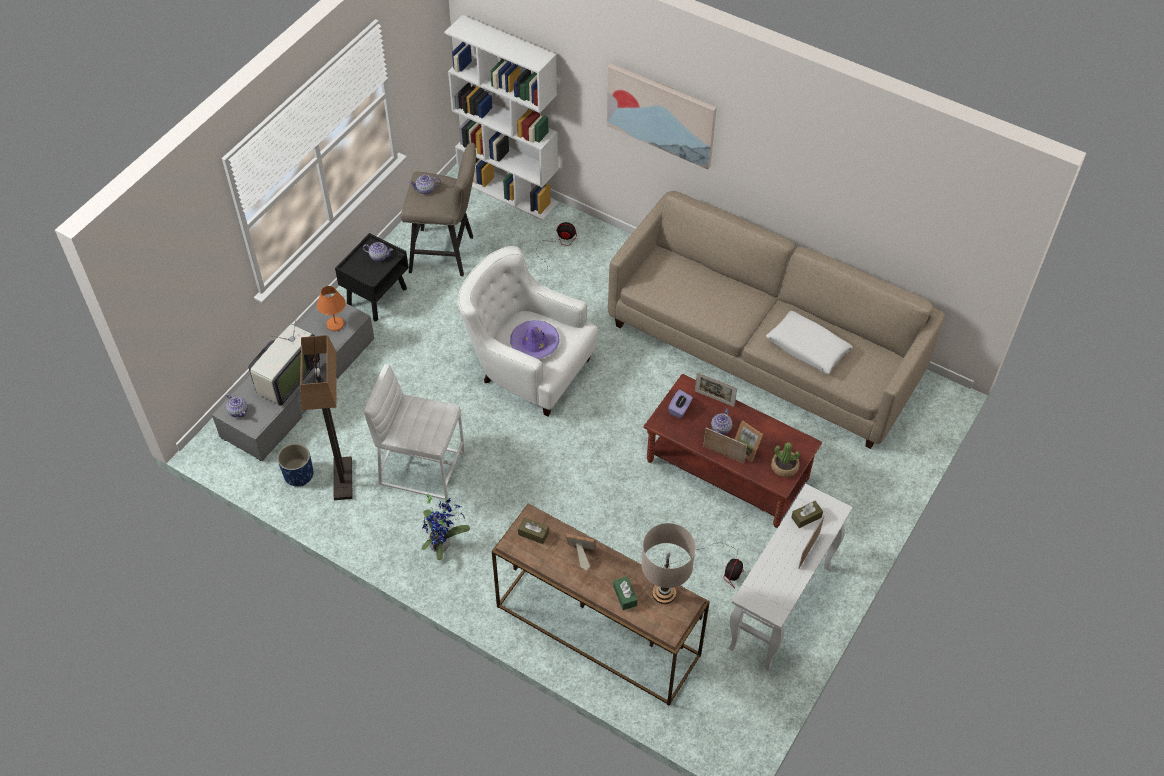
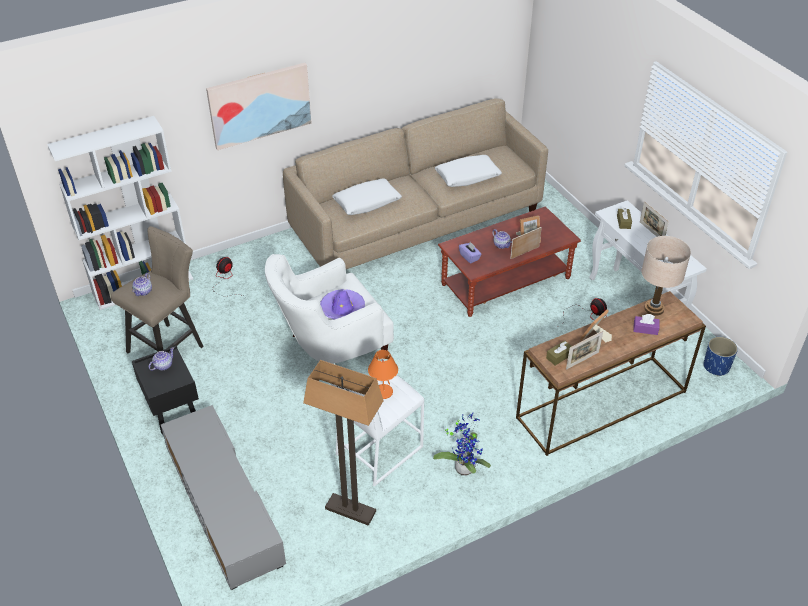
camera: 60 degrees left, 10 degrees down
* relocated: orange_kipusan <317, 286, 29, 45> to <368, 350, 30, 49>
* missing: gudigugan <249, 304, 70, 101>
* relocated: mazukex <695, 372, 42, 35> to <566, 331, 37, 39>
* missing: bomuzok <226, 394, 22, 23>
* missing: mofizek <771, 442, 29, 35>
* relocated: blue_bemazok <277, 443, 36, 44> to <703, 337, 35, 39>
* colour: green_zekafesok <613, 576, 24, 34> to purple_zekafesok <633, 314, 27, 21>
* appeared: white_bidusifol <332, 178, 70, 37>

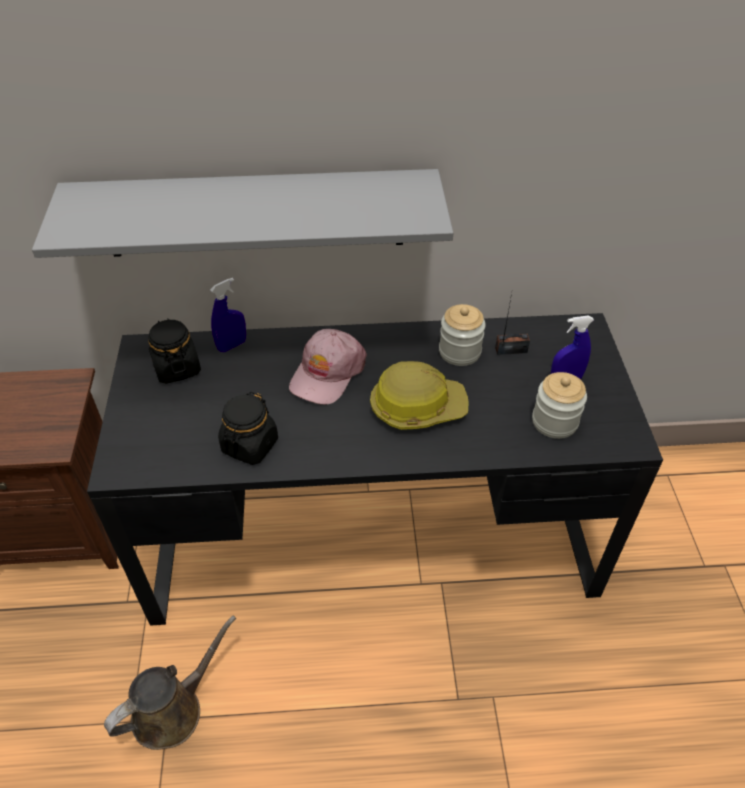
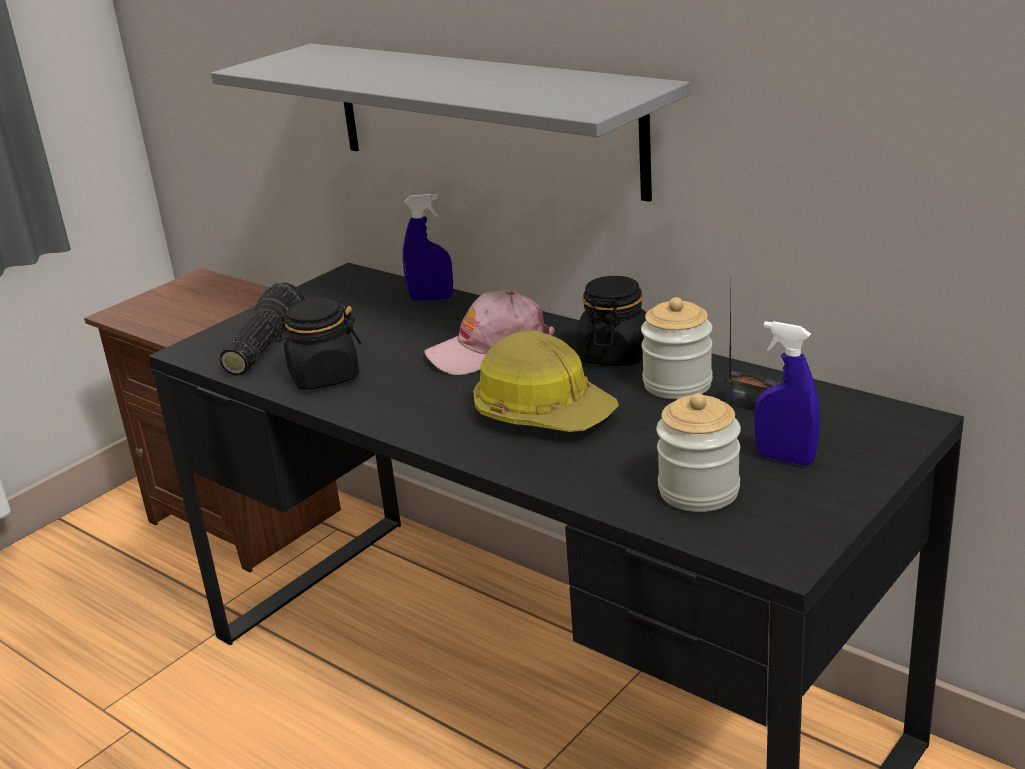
camera: 45 degrees right, 20 degrees down
* relocated: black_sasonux <149, 319, 52, 65> to <577, 276, 69, 90>
* missing: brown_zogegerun <104, 615, 132, 135>
* appeared: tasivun <219, 282, 86, 94>

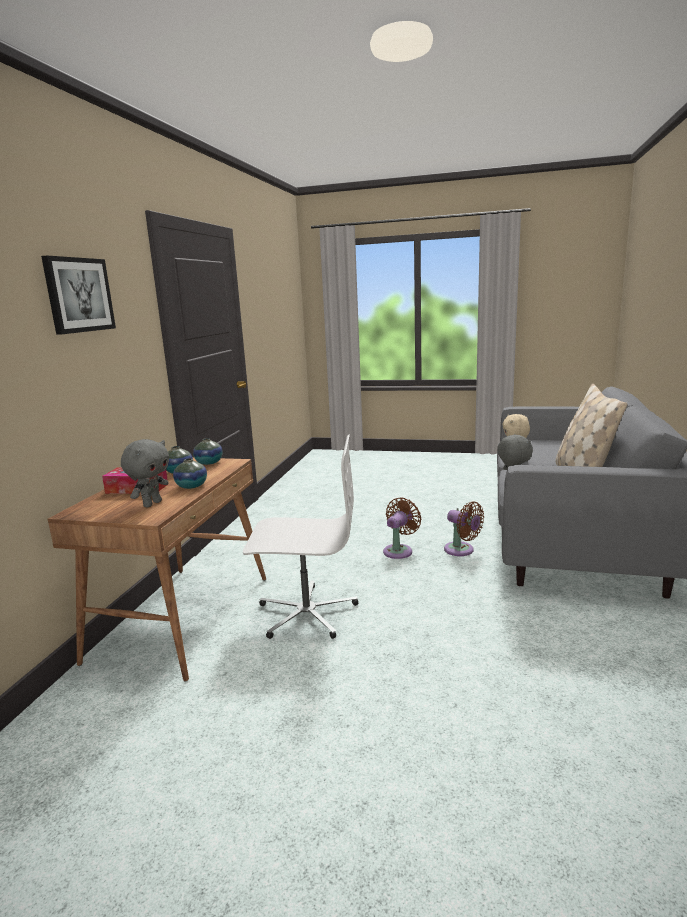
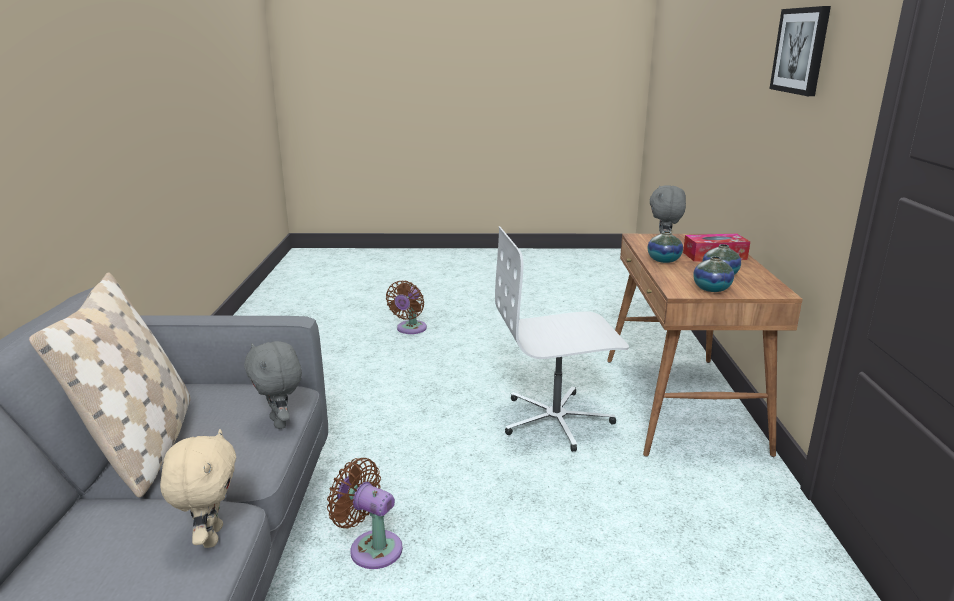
camera: 165 degrees right, 5 degrees up
* relocated: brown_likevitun <383, 497, 38, 62> to <386, 281, 41, 53>

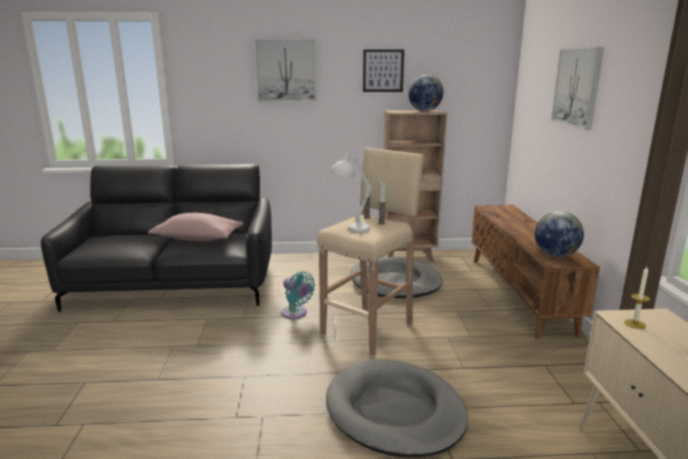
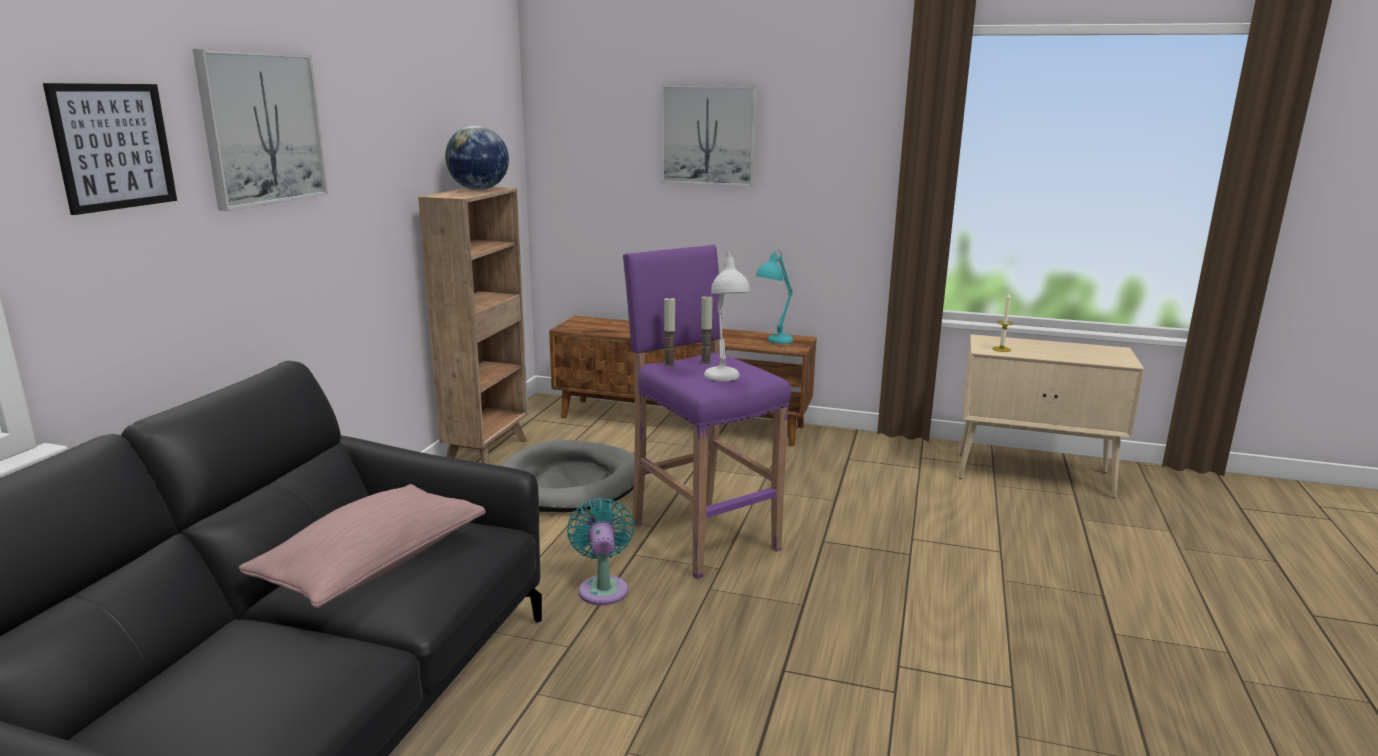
camera: 70 degrees left, 0 degrees up
* relocated: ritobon <363, 49, 41, 43> to <43, 83, 134, 132>
* colour: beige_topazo <317, 147, 107, 210> to purple_topazo <623, 244, 168, 335>
* exchanged: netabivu <535, 211, 49, 46> to turquoise_kipusan <756, 250, 37, 94>
* spun: turquoise_likevitun <281, 271, 34, 48> = <567, 498, 67, 107> 75 degrees counterclockwise
* missing: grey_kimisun <326, 359, 142, 98>

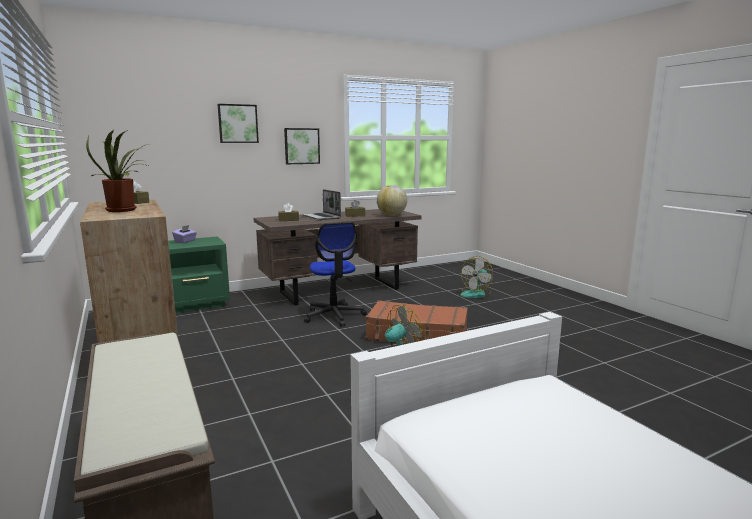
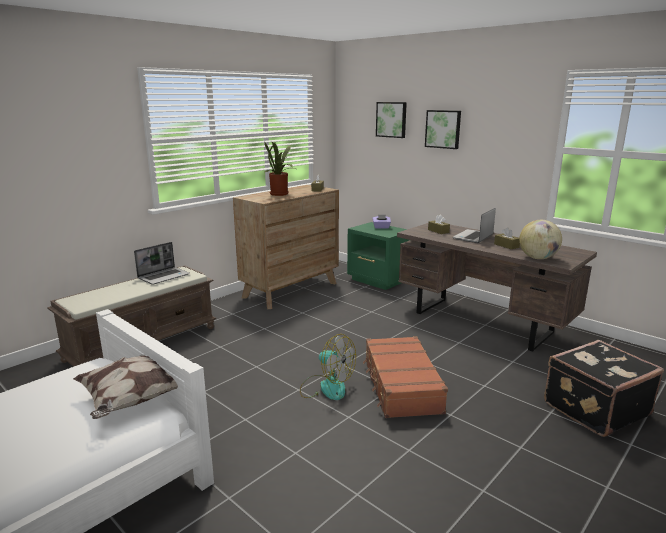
camera: 70 degrees right, 5 degrees up
* relocated: ritobon <284, 128, 36, 36> to <376, 102, 31, 36>
* missing: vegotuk <304, 222, 63, 104>
* exchanged: likevitun <460, 256, 33, 42> to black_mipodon <544, 340, 120, 97>
* appeared: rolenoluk <134, 242, 56, 43>
* appeared: bidusifol <73, 355, 105, 64>

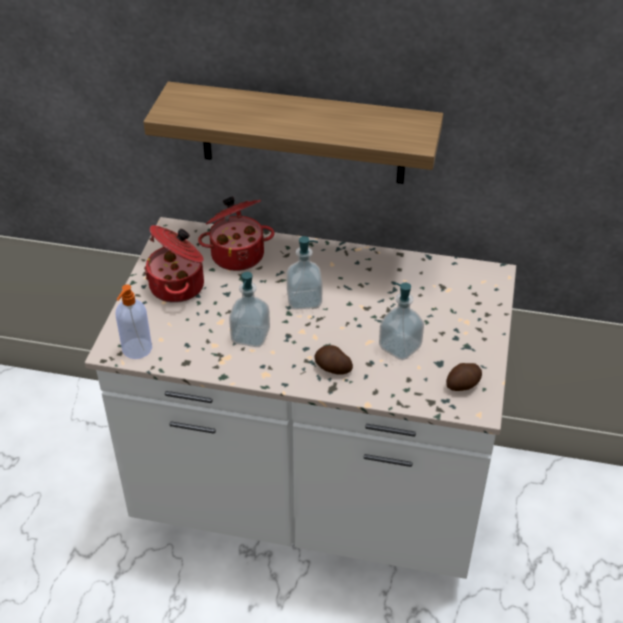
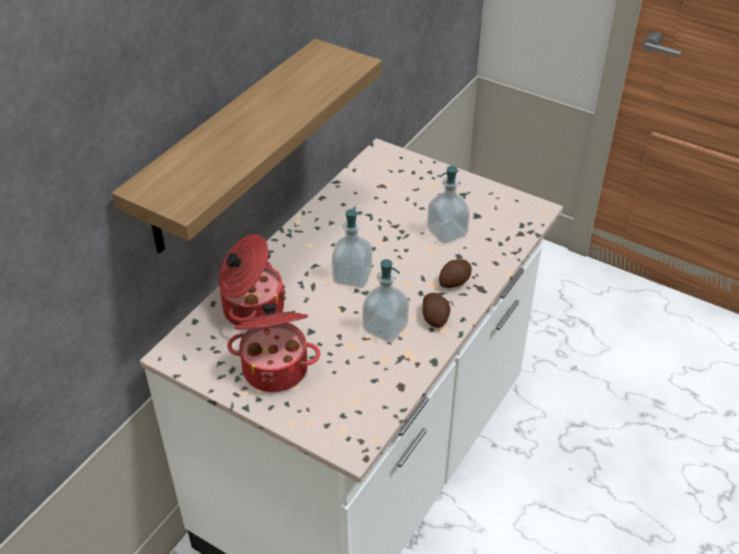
camera: 70 degrees left, 0 degrees up
* missing: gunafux <115, 284, 37, 75>
* relocated: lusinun <446, 363, 36, 28> to <422, 293, 29, 35>

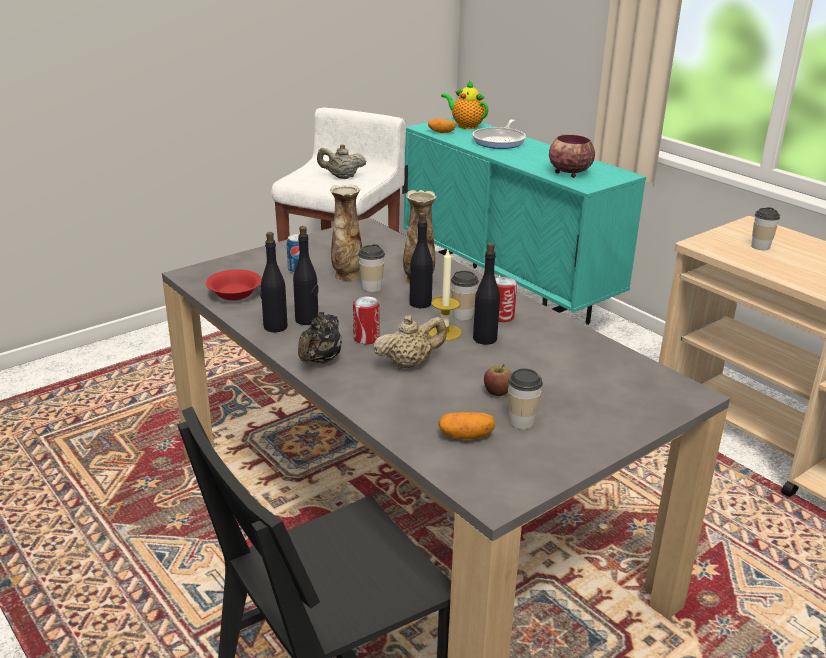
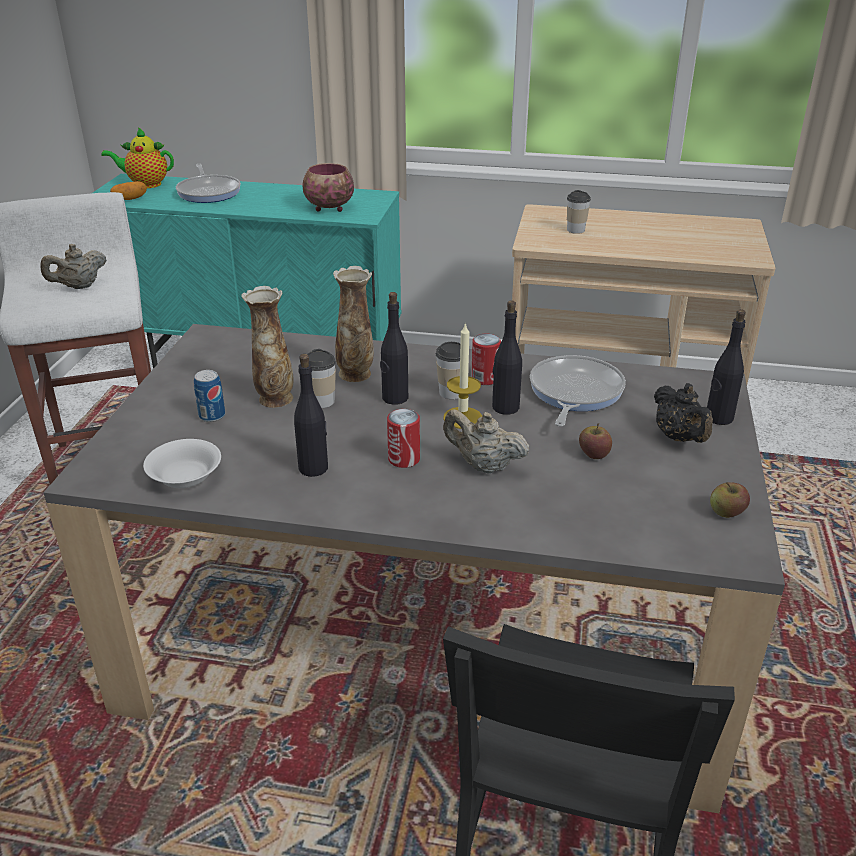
camera: 40 degrees left, 5 degrees up
* relocated: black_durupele <260, 232, 28, 100> to <707, 309, 39, 116>
* colour: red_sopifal <206, 269, 56, 32> to white_sopifal <143, 439, 78, 49>
* relocated: black_bomuzok <298, 312, 44, 52> to <654, 383, 59, 60>
* spun: beige_bomuzok <373, 315, 74, 54> = <443, 409, 86, 65> 90 degrees counterclockwise
* missing: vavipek <508, 369, 35, 60>
* missing: lusinun <438, 412, 58, 28>
* appeared: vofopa <530, 355, 96, 72>
* appeared: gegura <710, 482, 40, 36>

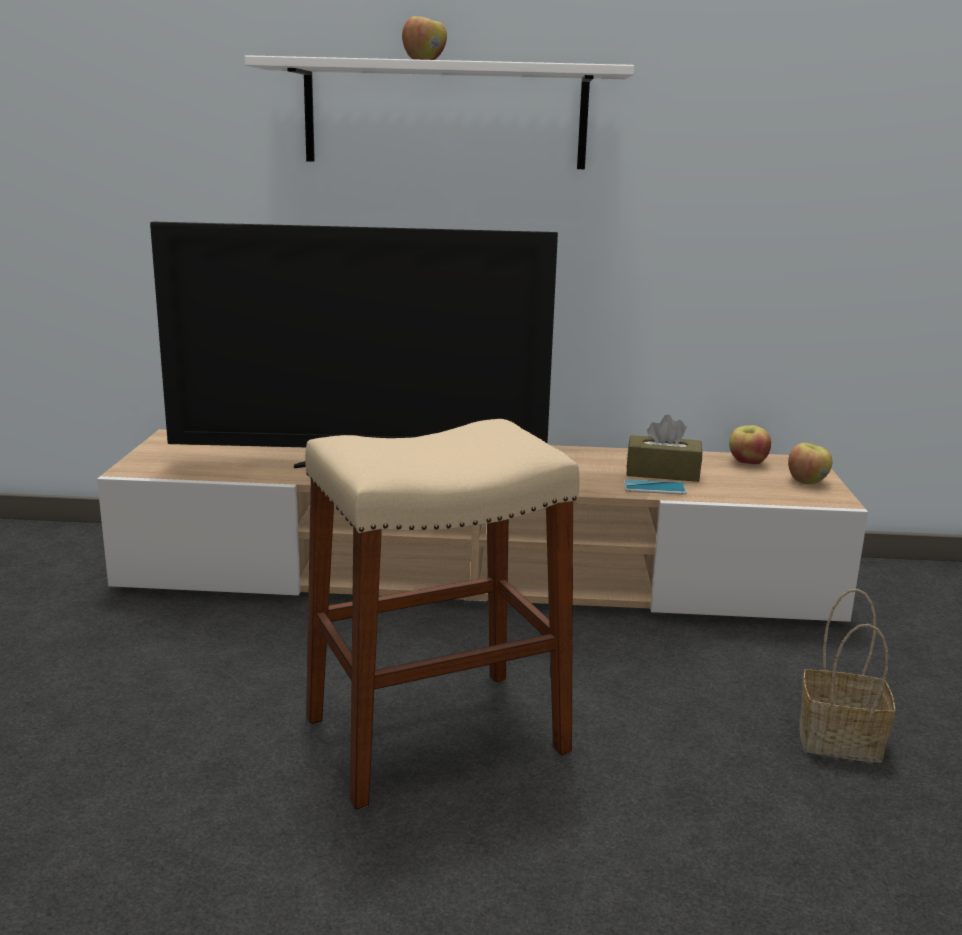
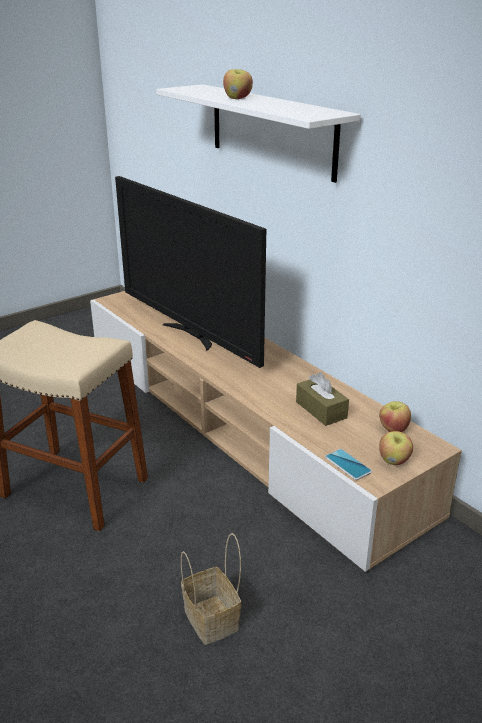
camera: 50 degrees right, 10 degrees up
* relocated: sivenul <624, 479, 63, 16> to <325, 449, 47, 31>

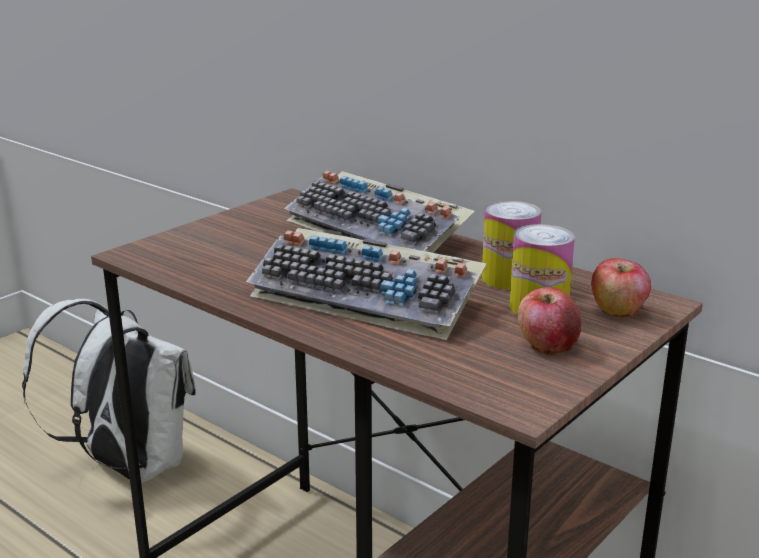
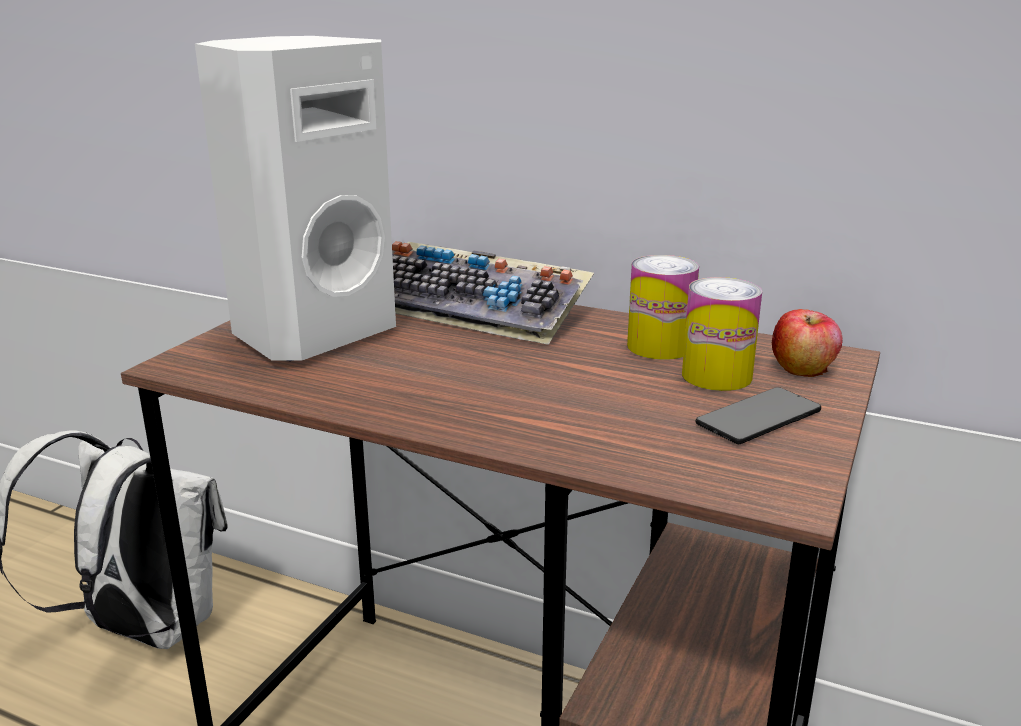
camera: 15 degrees left, 0 degrees up
* missing: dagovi <246, 228, 240, 112>
* exchanged: gegura <518, 287, 63, 68> to sivenul <696, 387, 125, 57>
* appeared: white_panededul <195, 36, 201, 325>

